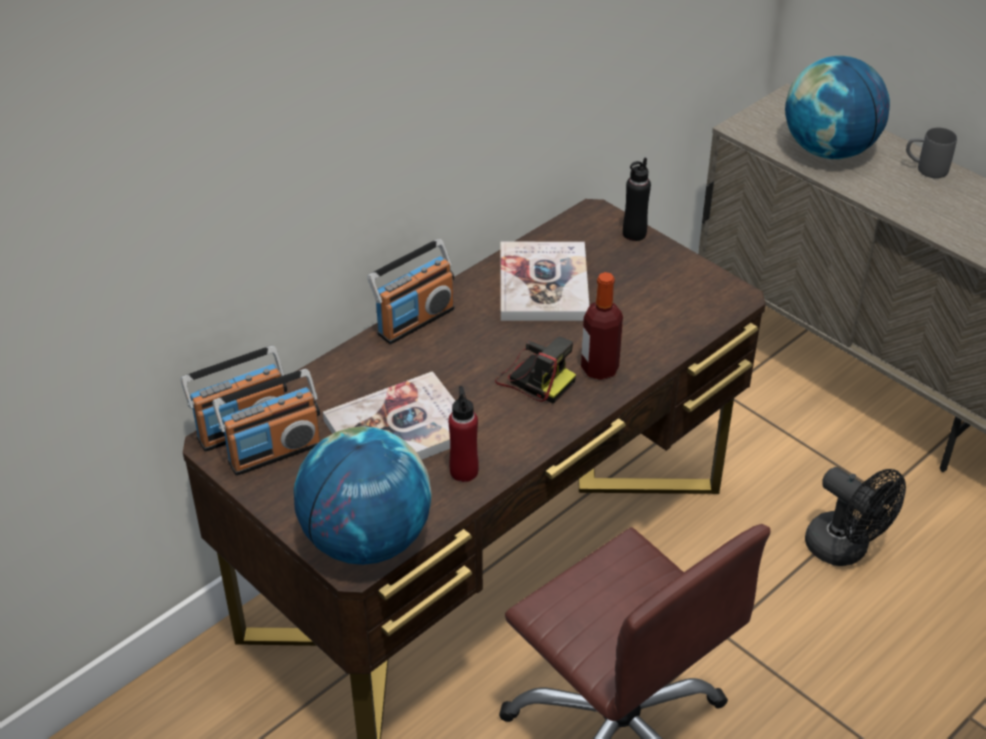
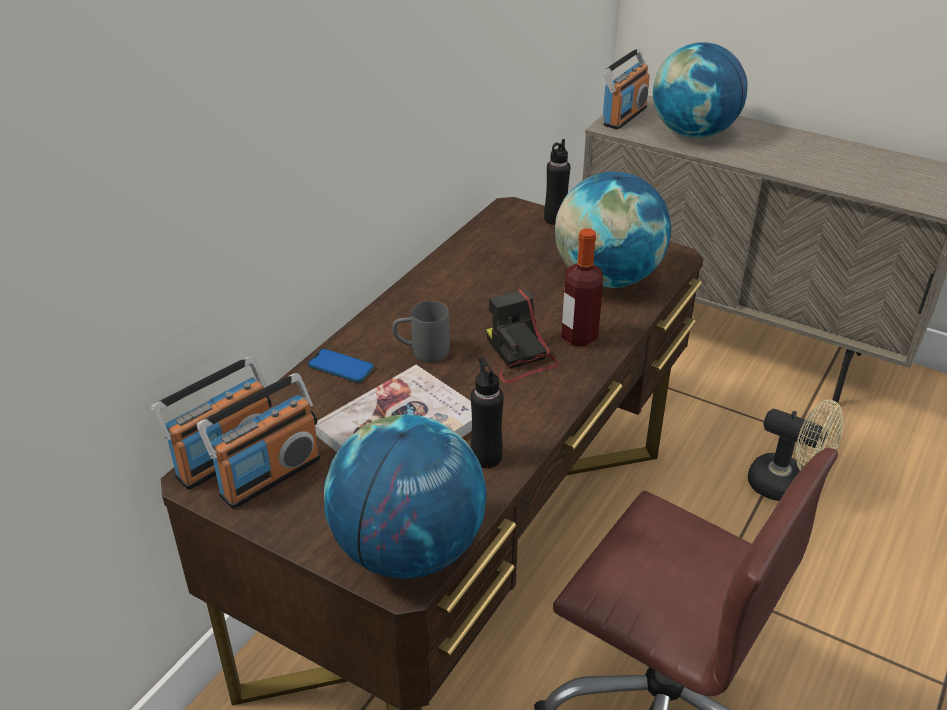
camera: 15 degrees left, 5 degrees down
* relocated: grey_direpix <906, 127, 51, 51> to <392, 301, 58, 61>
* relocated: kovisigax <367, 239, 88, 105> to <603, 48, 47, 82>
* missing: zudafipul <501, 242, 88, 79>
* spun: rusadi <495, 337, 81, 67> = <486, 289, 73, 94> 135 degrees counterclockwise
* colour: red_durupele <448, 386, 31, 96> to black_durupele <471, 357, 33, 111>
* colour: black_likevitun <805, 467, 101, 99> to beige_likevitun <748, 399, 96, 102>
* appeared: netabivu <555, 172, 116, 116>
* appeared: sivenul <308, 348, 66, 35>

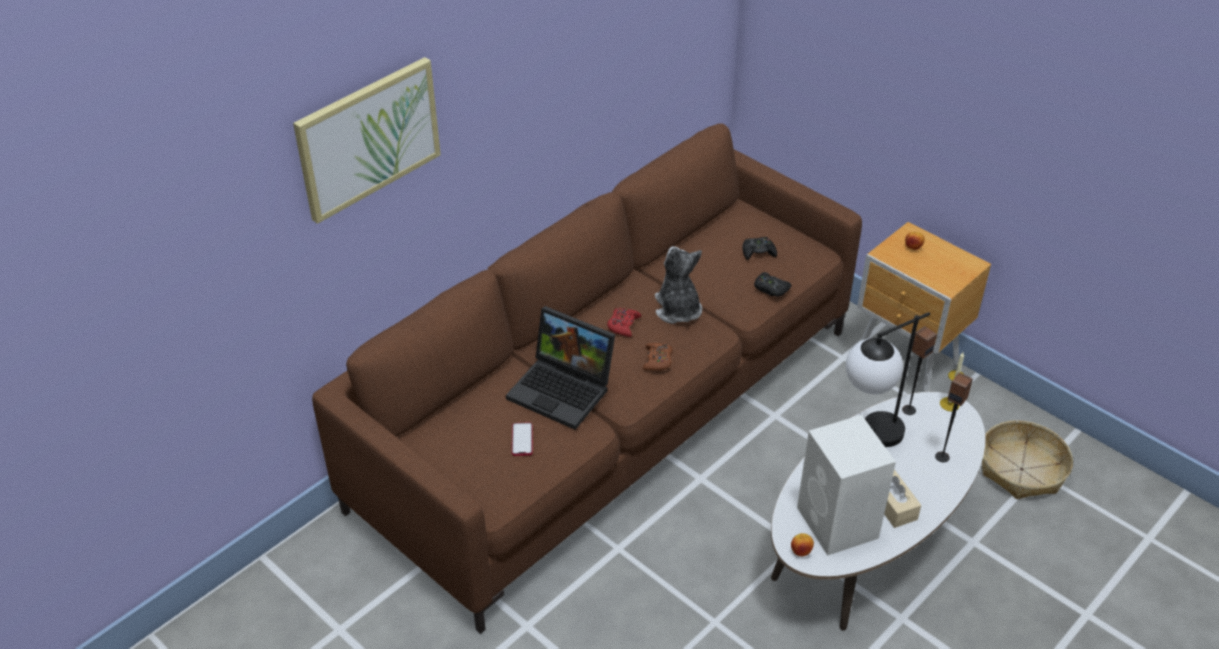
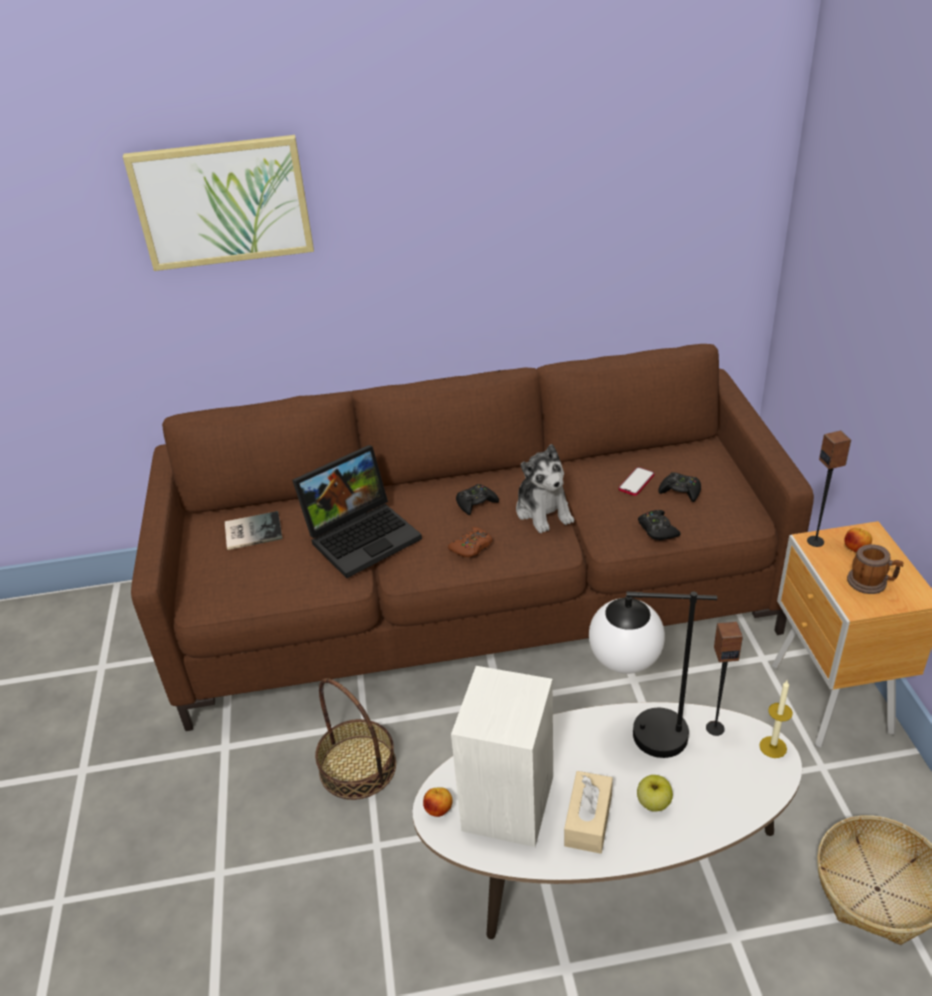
camera: 40 degrees right, 5 degrees down
* spun: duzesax <655, 246, 47, 78> = <516, 444, 58, 89> 135 degrees clockwise
* spun: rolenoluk <506, 306, 109, 124> = <292, 445, 130, 133> 105 degrees counterclockwise
* colour: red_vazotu <607, 308, 34, 29> to black_vazotu <456, 484, 43, 31>
* relocated: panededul <935, 373, 38, 89> to <807, 431, 44, 116>
* relocated: sivenul <512, 422, 21, 34> to <619, 467, 35, 29>
* appeared: zudafipul <225, 511, 58, 39>
* appeared: direpix <847, 544, 56, 50>
* appeared: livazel <315, 678, 81, 122>
* appeared: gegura <637, 775, 36, 37>

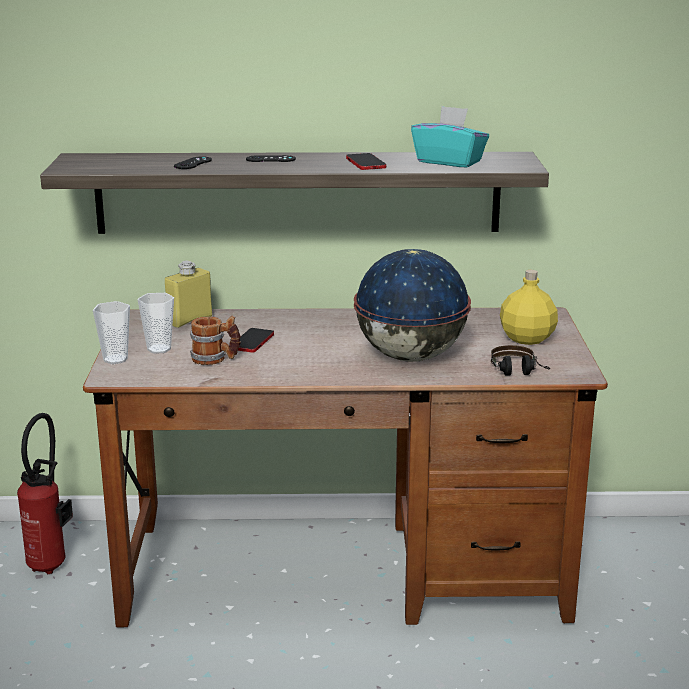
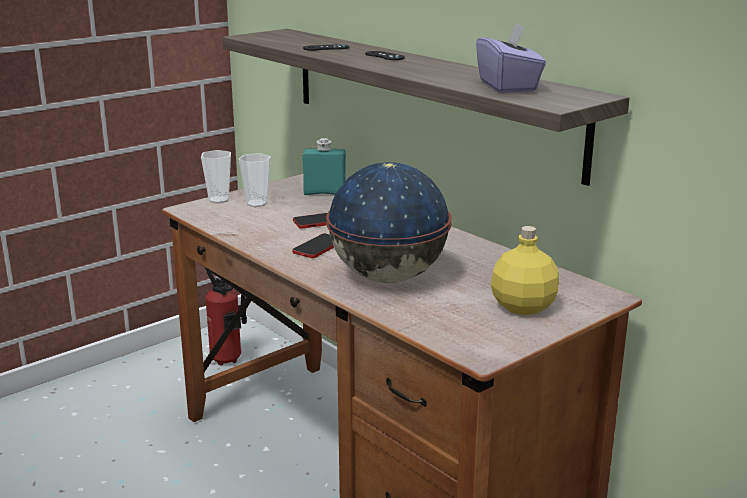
camera: 50 degrees right, 0 degrees up
* colour: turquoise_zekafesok <411, 106, 78, 61> to purple_zekafesok <476, 23, 70, 70>
* relocated: sivenul <346, 153, 40, 17> to <293, 233, 41, 25>
* colour: yellow_durupele <165, 261, 47, 67> to turquoise_durupele <302, 138, 44, 57>
* missing: direpix <190, 316, 51, 49>
* missing: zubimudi <491, 345, 59, 31>

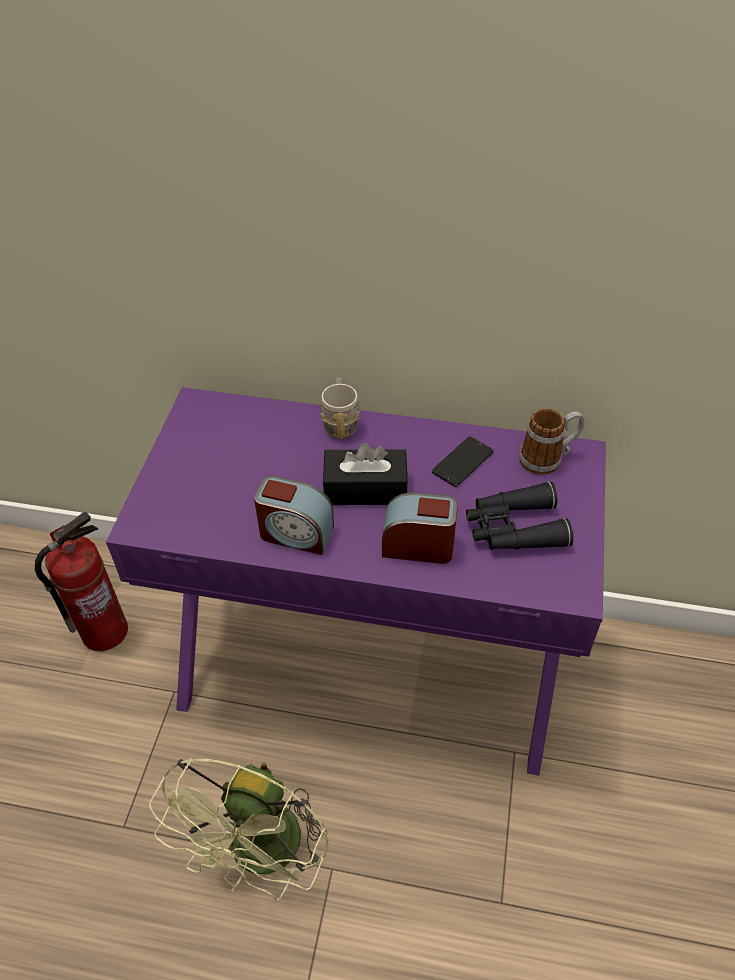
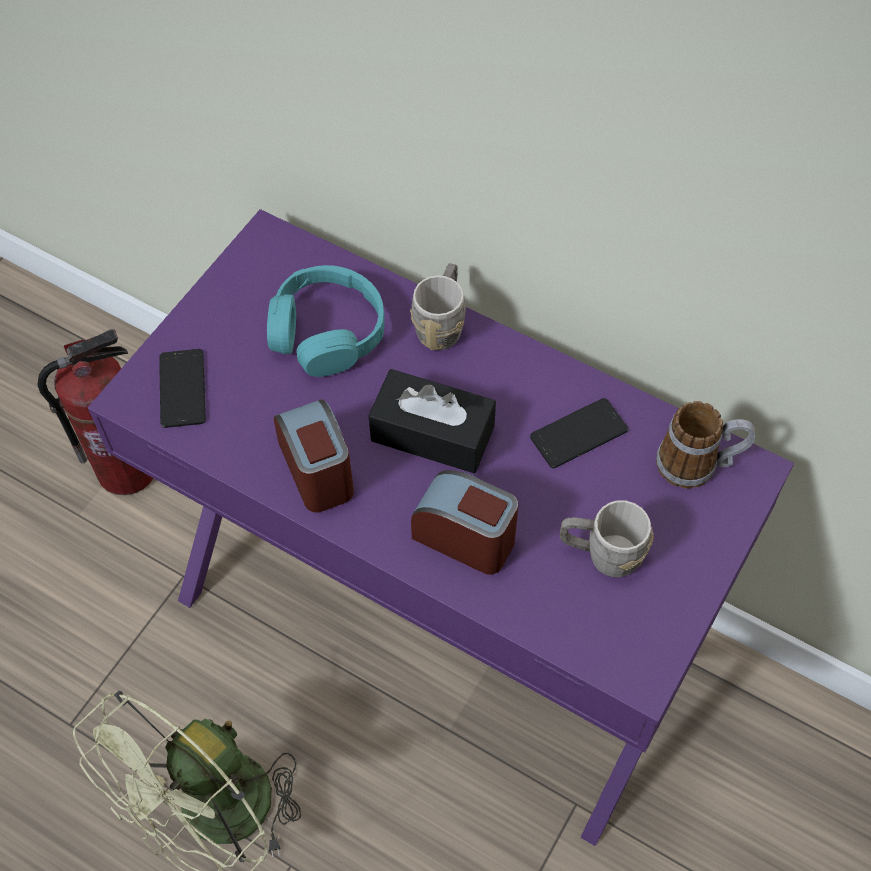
camera: 20 degrees right, 10 degrees up
* spun: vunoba <254, 475, 80, 80> = <274, 399, 80, 114> 150 degrees counterclockwise
* exchanged: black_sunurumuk <466, 482, 107, 68> to grey_direpix <560, 500, 94, 77>
* appeared: turquoise_zubimudi <267, 265, 118, 112>
* appeared: sivenul <159, 349, 47, 79>

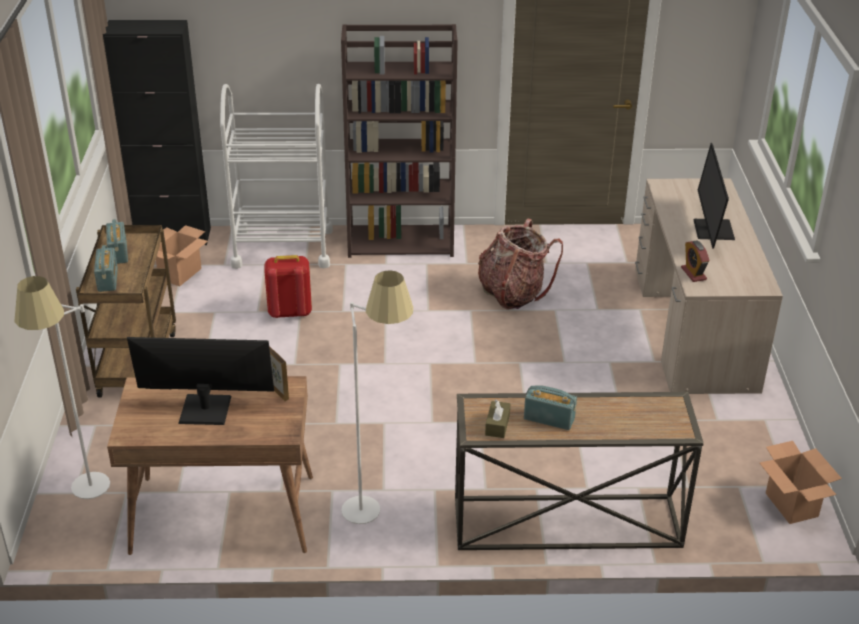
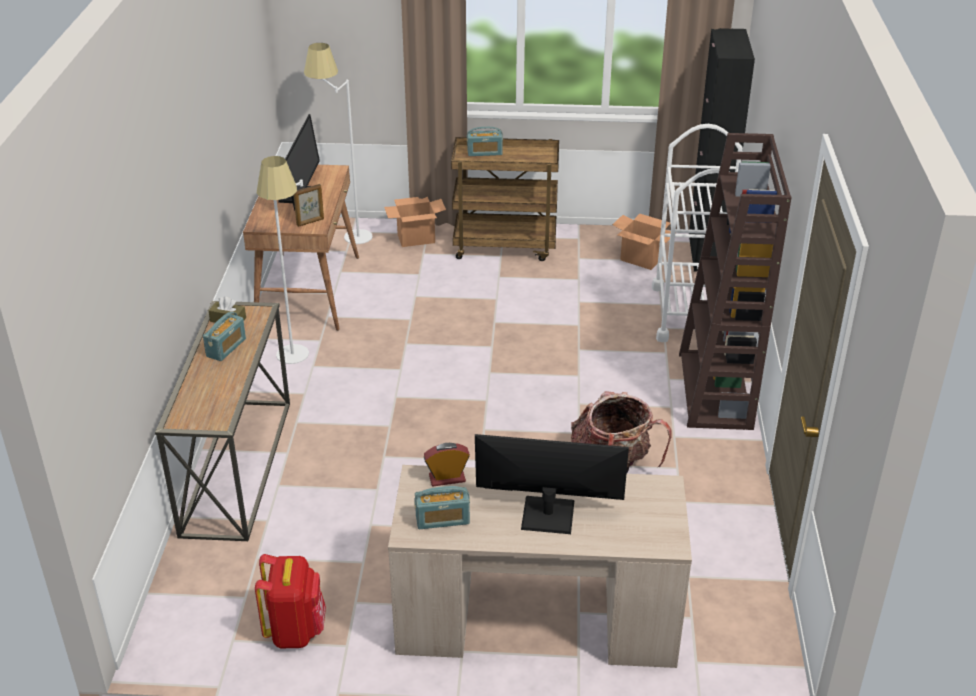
camera: 95 degrees right, 0 degrees up
* relocated: kovisigax <106, 219, 22, 45> to <414, 486, 56, 43>
* relocated: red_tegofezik <265, 255, 47, 63> to <255, 554, 71, 94>
* relocated: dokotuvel <759, 441, 83, 83> to <384, 197, 62, 50>

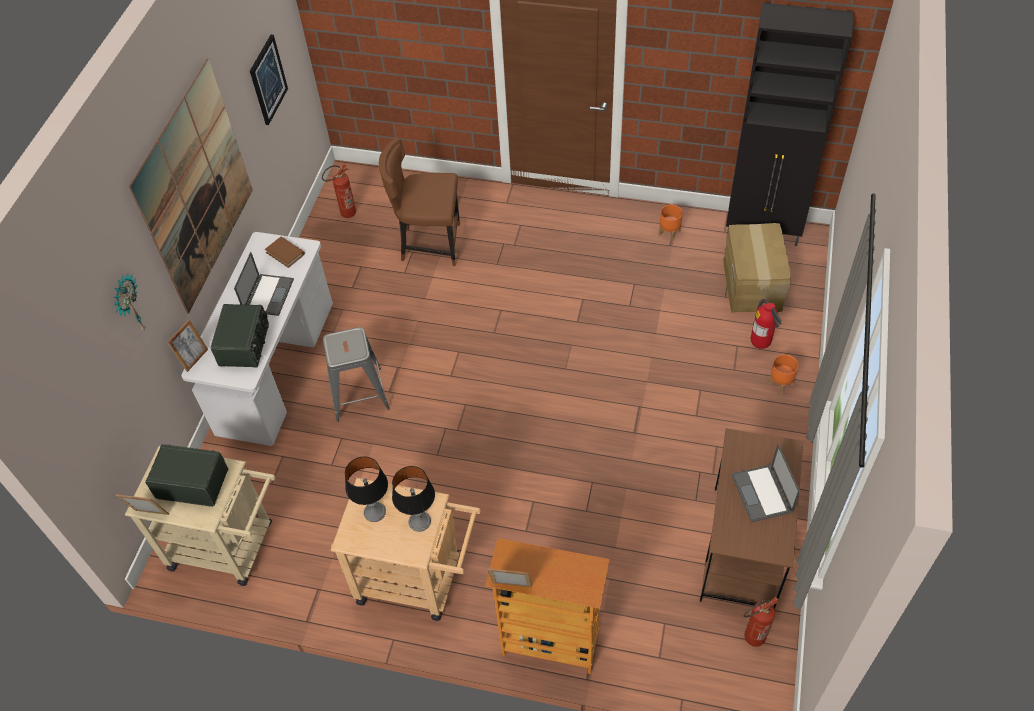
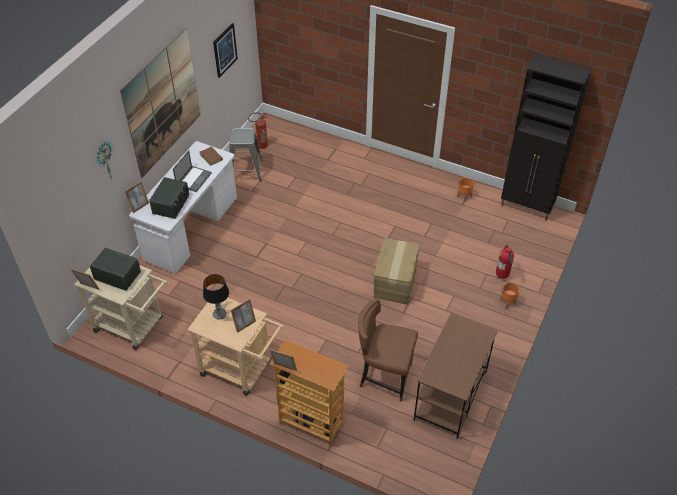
camera: 10 degrees right, 5 degrees down
* relocated: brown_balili <378, 137, 82, 129> to <358, 298, 60, 104>
* relocated: dokotuvel <723, 223, 68, 90> to <373, 238, 46, 67>
* relocated: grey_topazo <323, 327, 67, 94> to <229, 128, 34, 54>
* missing: rolenoluk <731, 444, 69, 78>
* exchanged: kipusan <392, 466, 43, 66> to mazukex <231, 299, 25, 34>
* missing: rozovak <743, 597, 35, 50>

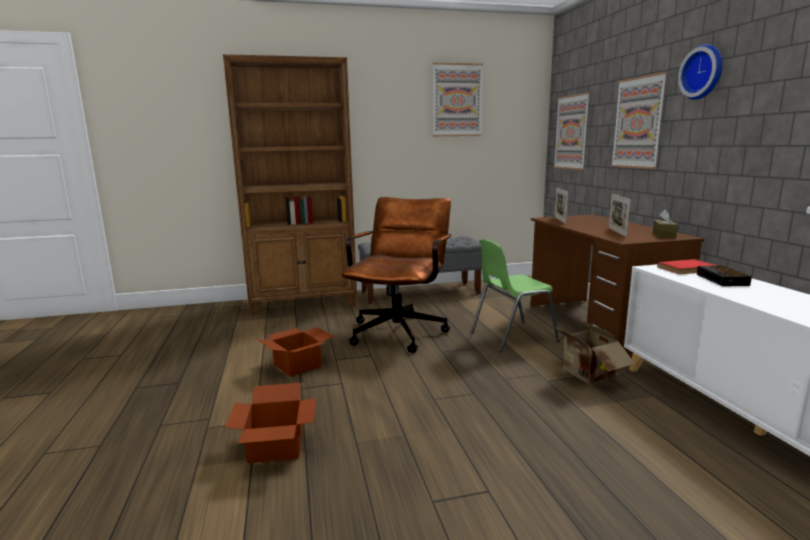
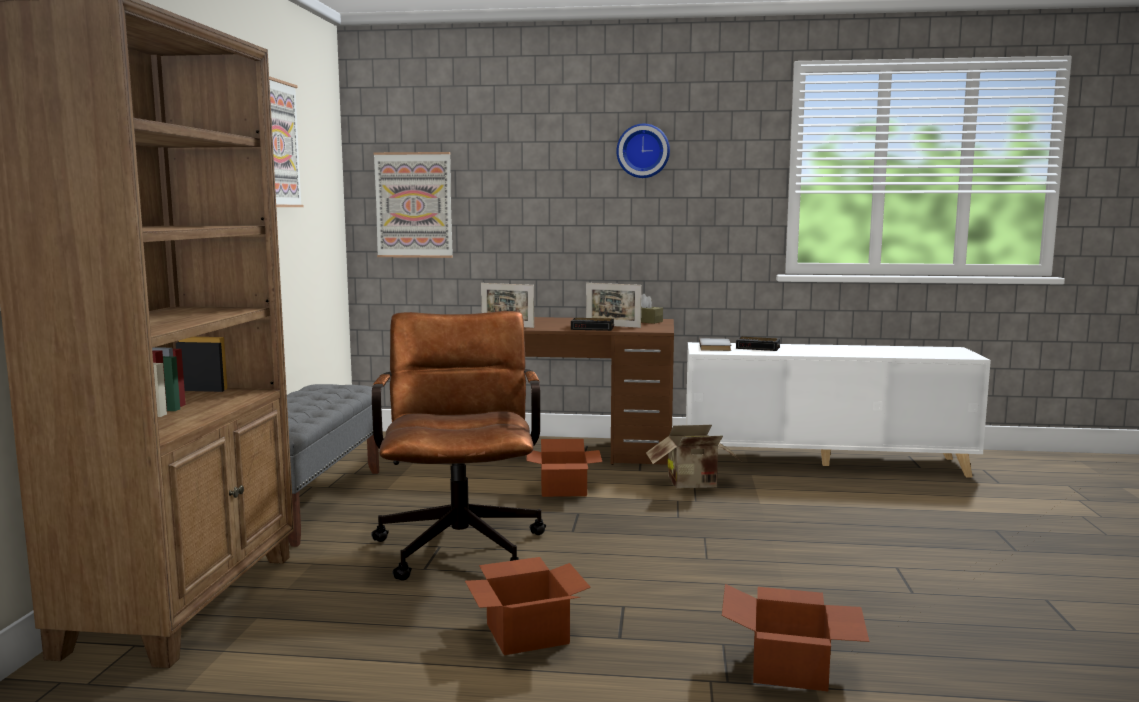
camera: 70 degrees left, 5 degrees down
* missing: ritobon <611, 72, 57, 97>
* spun: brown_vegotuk <341, 197, 110, 156> = <371, 311, 175, 270> 45 degrees clockwise
* exchanged: green_balili <471, 239, 89, 113> to dokotuvel <526, 439, 76, 58>
* colour: red_zudafipul <657, 259, 60, 15> to grey_zudafipul <699, 338, 32, 13>
* appeared: vunoba <571, 318, 43, 13>

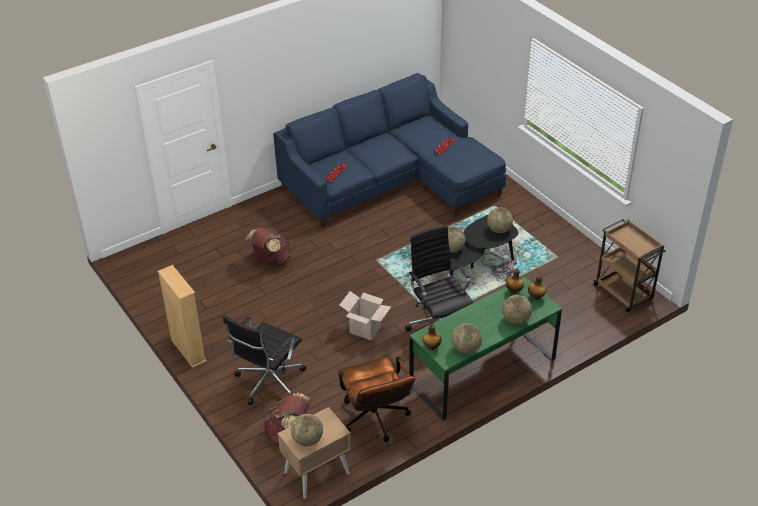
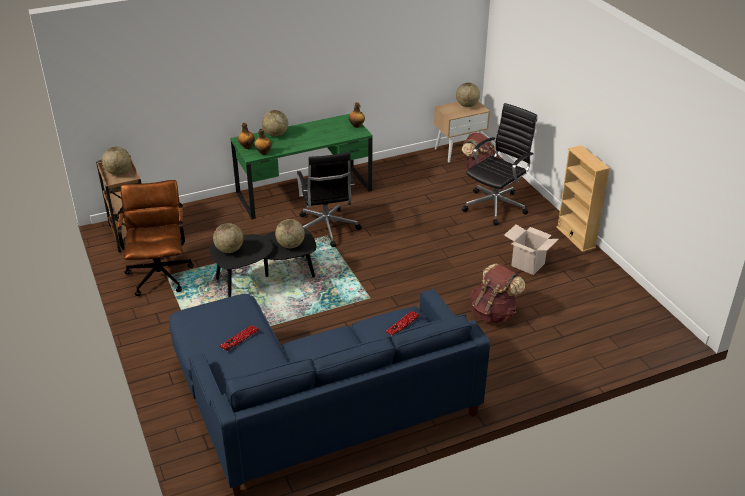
camera: 170 degrees left, 5 degrees down
* relocated: dokotuvel <339, 291, 52, 49> to <504, 224, 55, 51>
* relocated: netabivu <452, 323, 30, 31> to <102, 147, 29, 28>
* relocated: brown_vegotuk <338, 356, 78, 86> to <118, 180, 76, 116>

